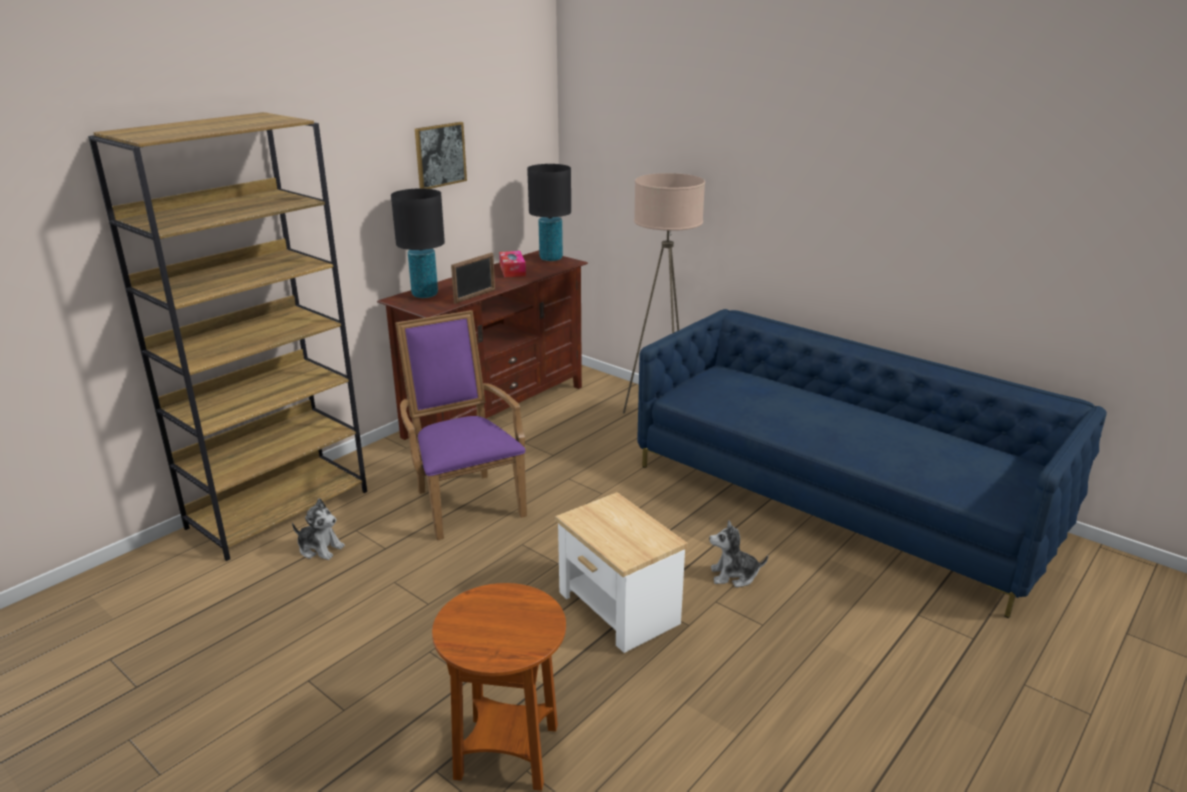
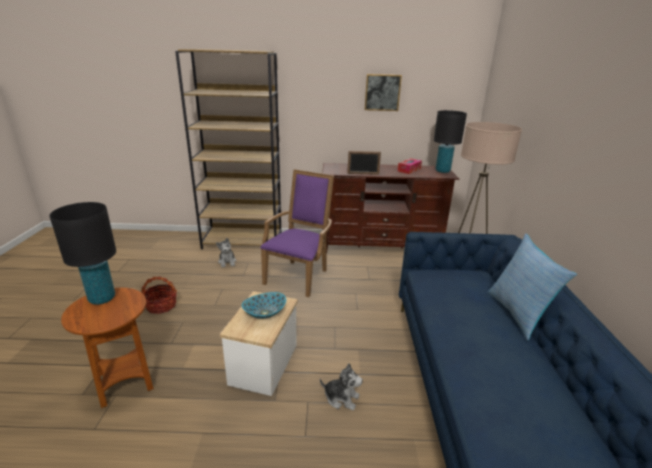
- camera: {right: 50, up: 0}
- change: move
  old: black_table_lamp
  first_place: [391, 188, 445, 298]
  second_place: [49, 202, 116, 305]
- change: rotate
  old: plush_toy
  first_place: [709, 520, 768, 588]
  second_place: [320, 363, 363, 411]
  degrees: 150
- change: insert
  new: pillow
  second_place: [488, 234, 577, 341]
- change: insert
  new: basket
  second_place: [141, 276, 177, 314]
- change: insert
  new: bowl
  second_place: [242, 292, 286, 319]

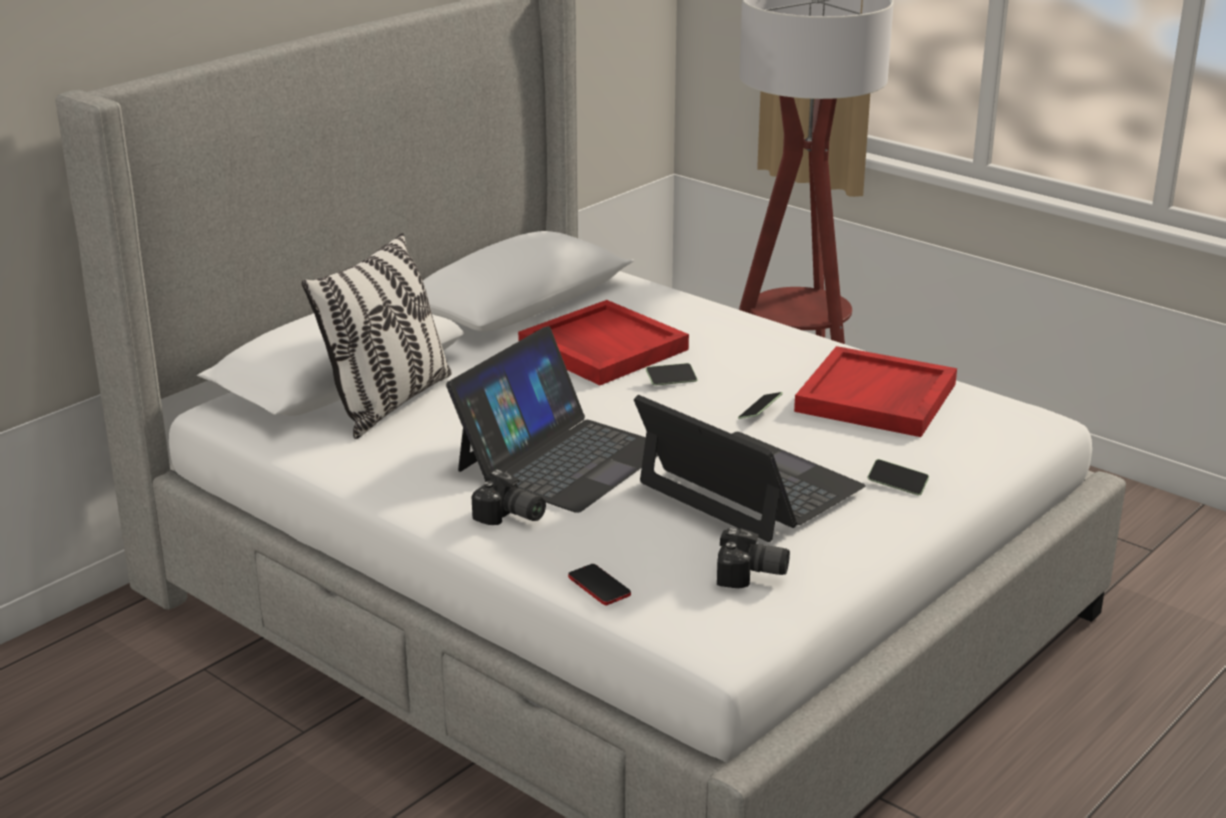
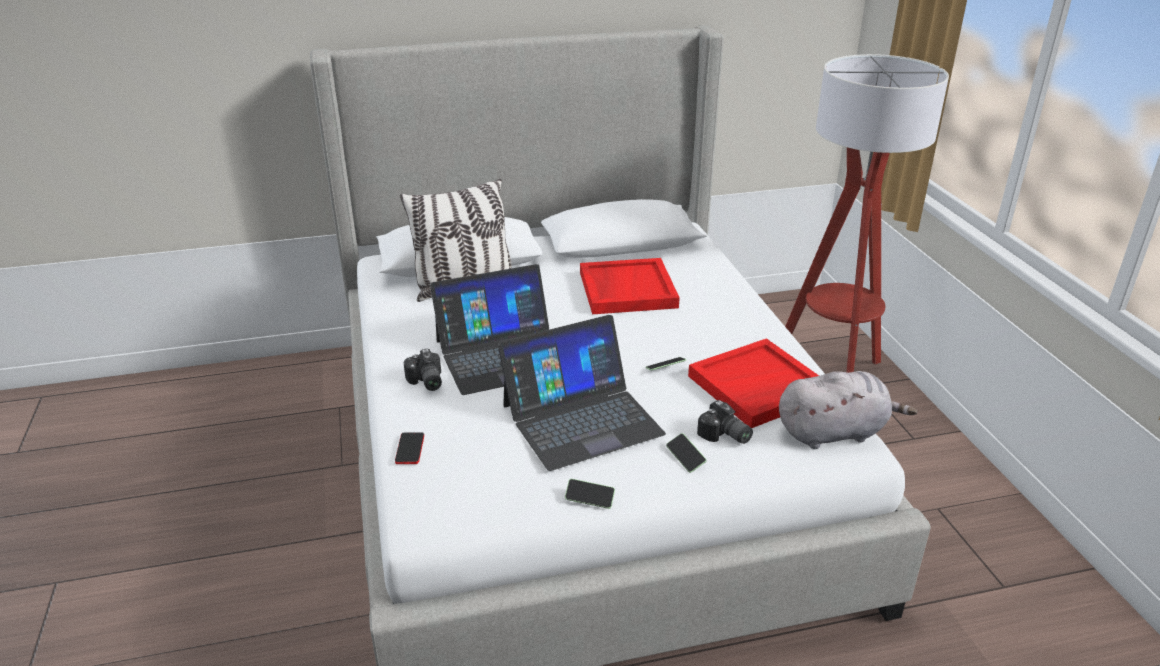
- camera: {right: 35, up: 5}
- change: move
  old: phone
  first_place: [646, 363, 698, 386]
  second_place: [565, 479, 615, 509]
- change: rotate
  old: laptop
  first_place: [634, 395, 866, 542]
  second_place: [498, 315, 666, 471]
  degrees: 75
- change: move
  old: photo_camera
  first_place: [717, 528, 790, 588]
  second_place: [697, 400, 753, 444]
- change: insert
  new: grey_plush_toy
  second_place: [779, 371, 917, 449]

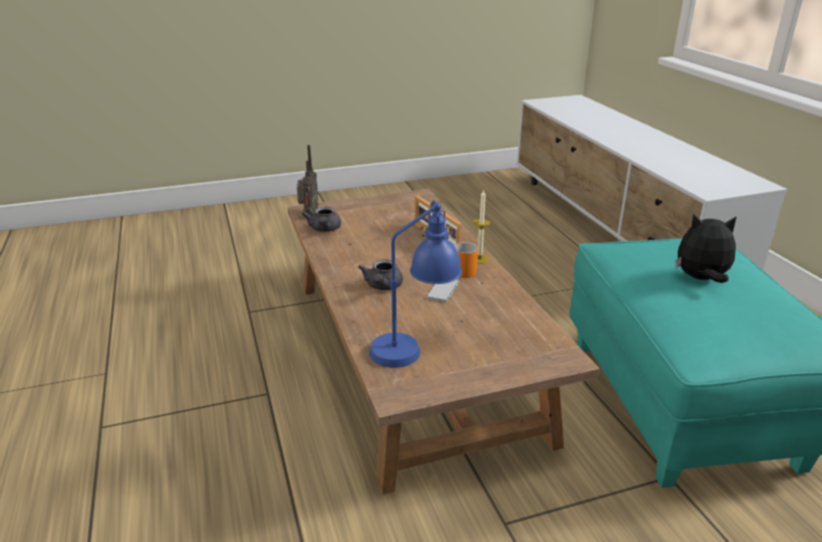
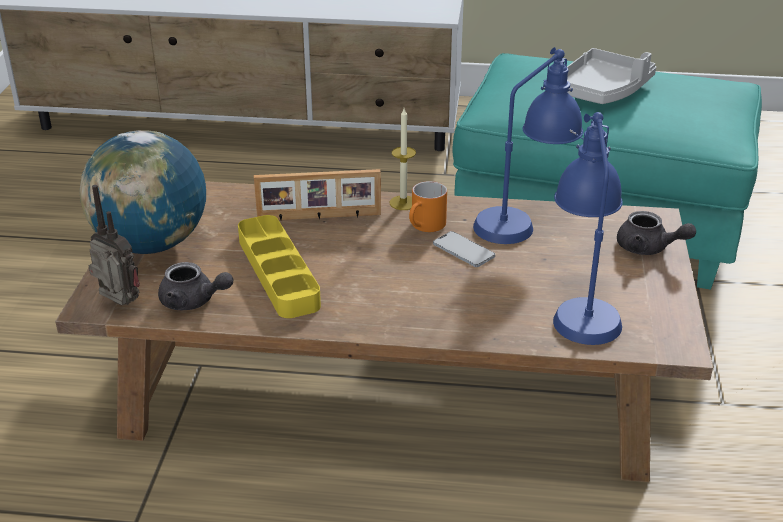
- camera: {right: -65, up: 5}
- change: replace
  old: plush_toy
  new: grey_tray
  first_place: [676, 213, 737, 283]
  second_place: [567, 48, 656, 104]
- change: move
  old: grey_teapot
  first_place: [358, 260, 403, 290]
  second_place: [617, 211, 696, 255]
- change: insert
  new: blue_table_lamp
  second_place: [473, 47, 583, 244]
- change: insert
  new: globe
  second_place: [80, 130, 206, 254]
- change: insert
  new: yellow_tray
  second_place: [238, 215, 321, 318]

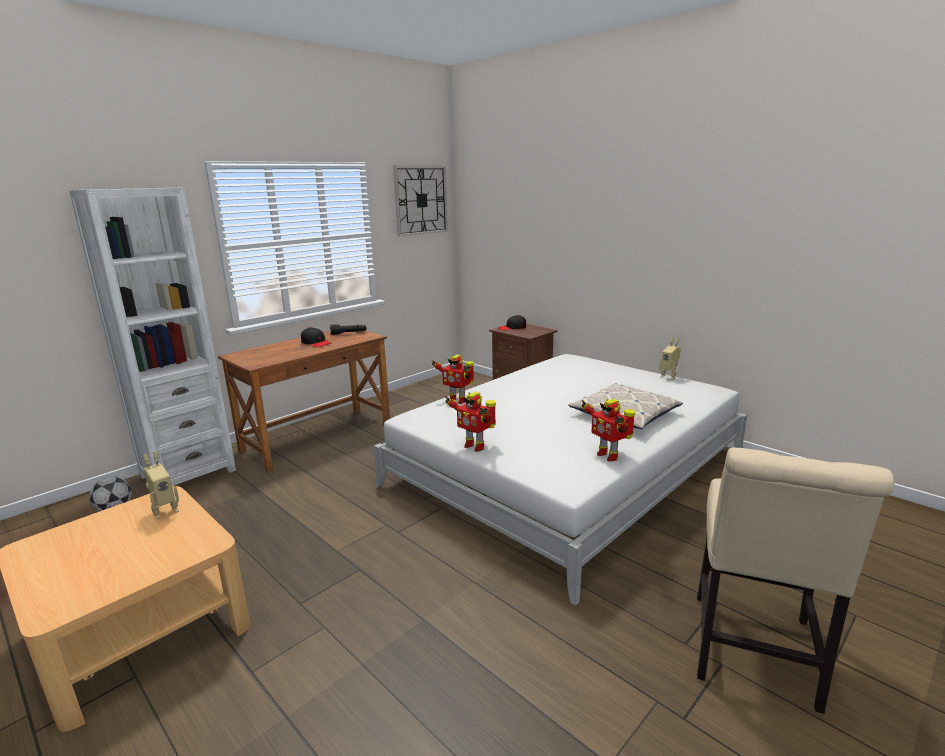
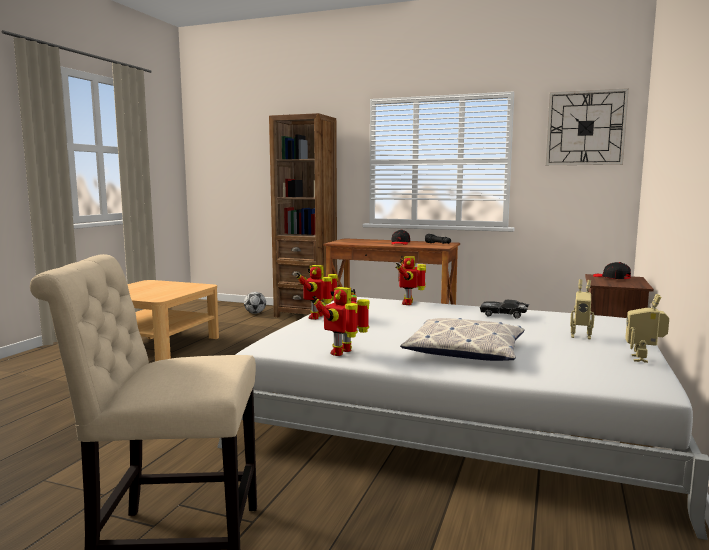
- camera: {right: 65, up: -10}
- change: recolor
  old: white_bookcase
  new: brown_bookcase
  first_place: [69, 187, 236, 485]
  second_place: [269, 113, 337, 317]
- change: move
  old: toy_robot
  first_place: [143, 451, 179, 520]
  second_place: [570, 279, 595, 339]
- change: insert
  new: black_toy_car
  second_place: [480, 300, 529, 319]

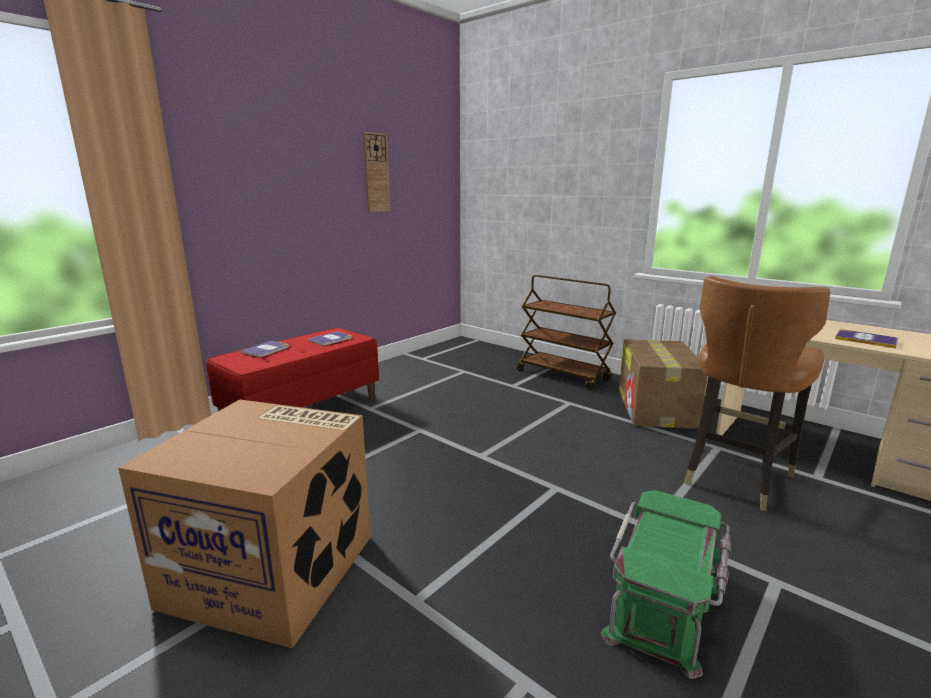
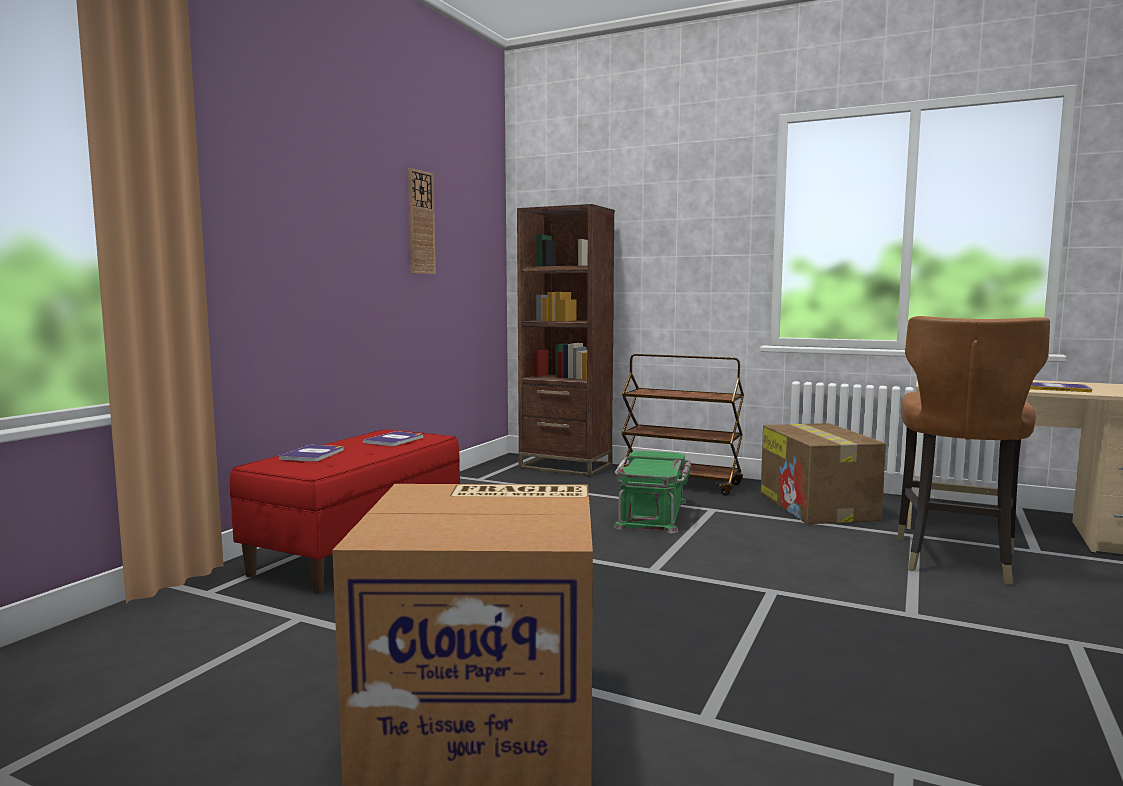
- camera: {right: -15, up: -10}
- change: move
  old: green_storage_box
  first_place: [601, 490, 731, 679]
  second_place: [614, 451, 691, 533]
- change: insert
  new: brown_bookcase
  second_place: [517, 204, 615, 477]

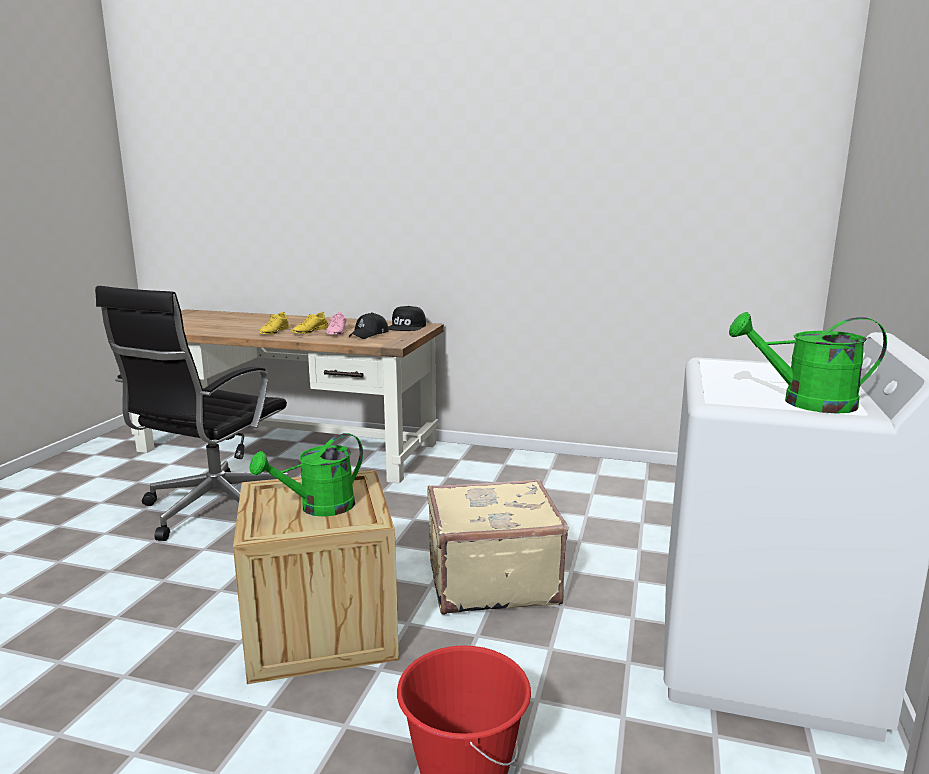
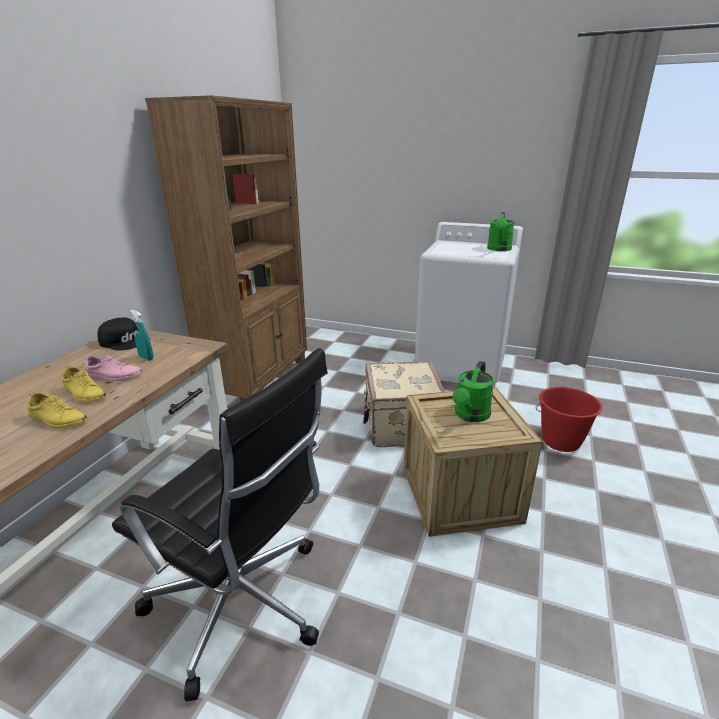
- camera: {right: -85, up: 10}
- change: replace
  old: black_cap
  new: turquoise_spray_bottle
  first_place: [349, 312, 389, 339]
  second_place: [130, 310, 154, 361]
- change: rotate
  old: green_watering_can
  first_place: [250, 433, 363, 517]
  second_place: [453, 361, 494, 422]
  degrees: 60
- change: insert
  new: brown_bookcase
  second_place: [145, 95, 307, 401]

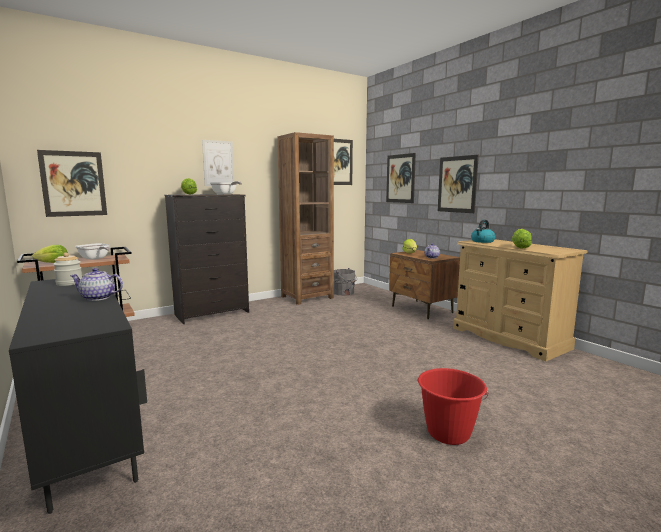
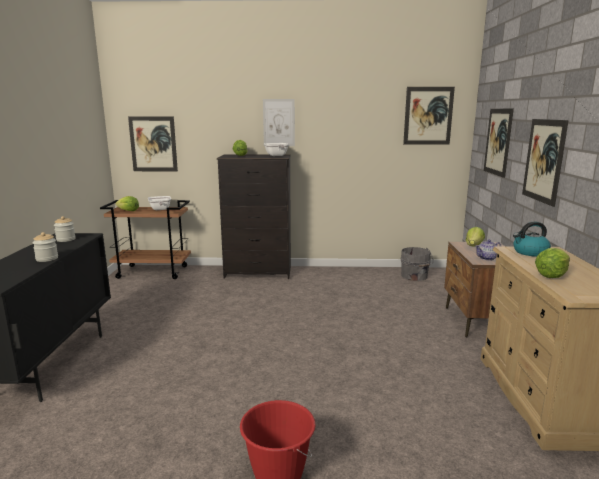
- camera: {right: 35, up: 5}
- change: delete
  old: brown_bookcase
  first_place: [277, 132, 334, 305]
- change: replace
  old: teapot
  new: jar
  first_place: [70, 268, 123, 301]
  second_place: [33, 232, 58, 262]

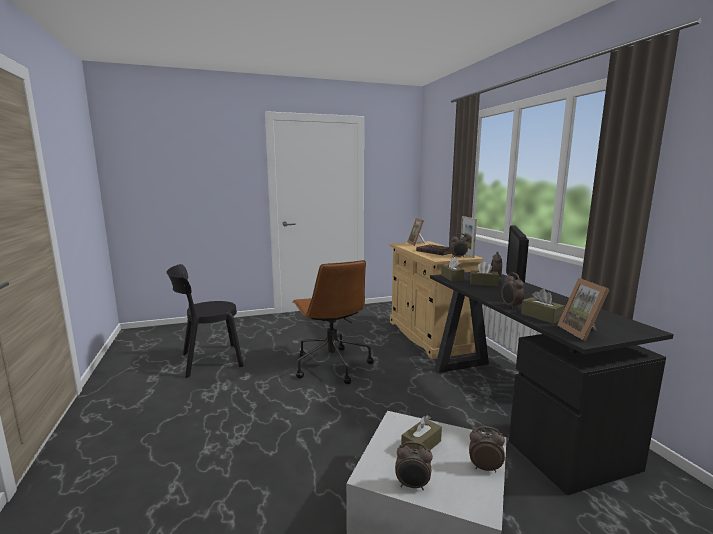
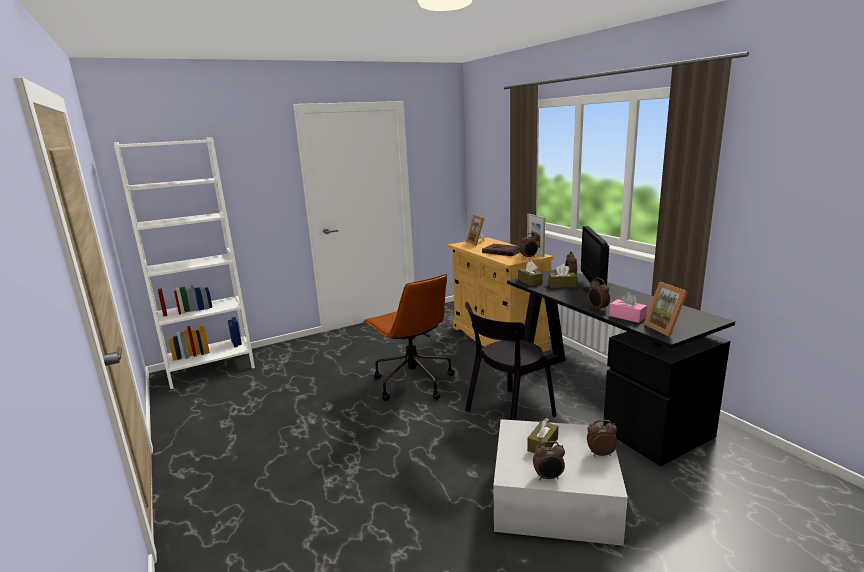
- camera: {right: -10, up: 5}
- change: move
  old: black_chair
  first_place: [166, 264, 244, 378]
  second_place: [465, 302, 557, 420]
- change: recolor
  old: brown_tissue_box
  new: pink_tissue_box
  first_place: [521, 289, 565, 324]
  second_place: [609, 292, 647, 323]
- change: insert
  new: white_bookcase
  second_place: [114, 137, 255, 389]

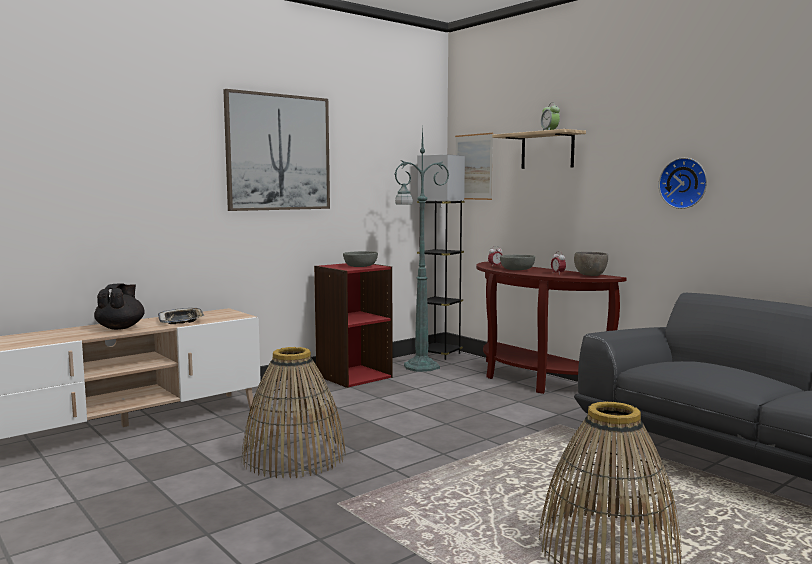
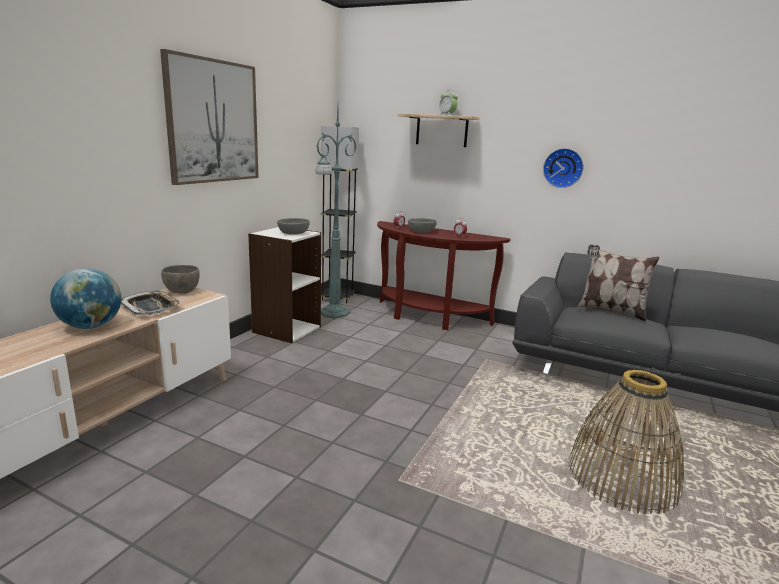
- camera: {right: -25, up: 10}
- change: delete
  old: picture
  first_place: [455, 133, 493, 200]
- change: move
  old: grey_bowl
  first_place: [574, 252, 608, 276]
  second_place: [161, 265, 199, 293]
- change: recolor
  old: red_bookcase
  new: white_bookcase
  first_place: [314, 263, 393, 388]
  second_place: [248, 227, 321, 343]
- change: replace
  old: black_teapot
  new: globe
  first_place: [94, 284, 145, 330]
  second_place: [50, 268, 122, 329]
- change: delete
  old: basket
  first_place: [242, 347, 346, 478]
- change: insert
  new: pillow
  second_place: [577, 245, 659, 322]

